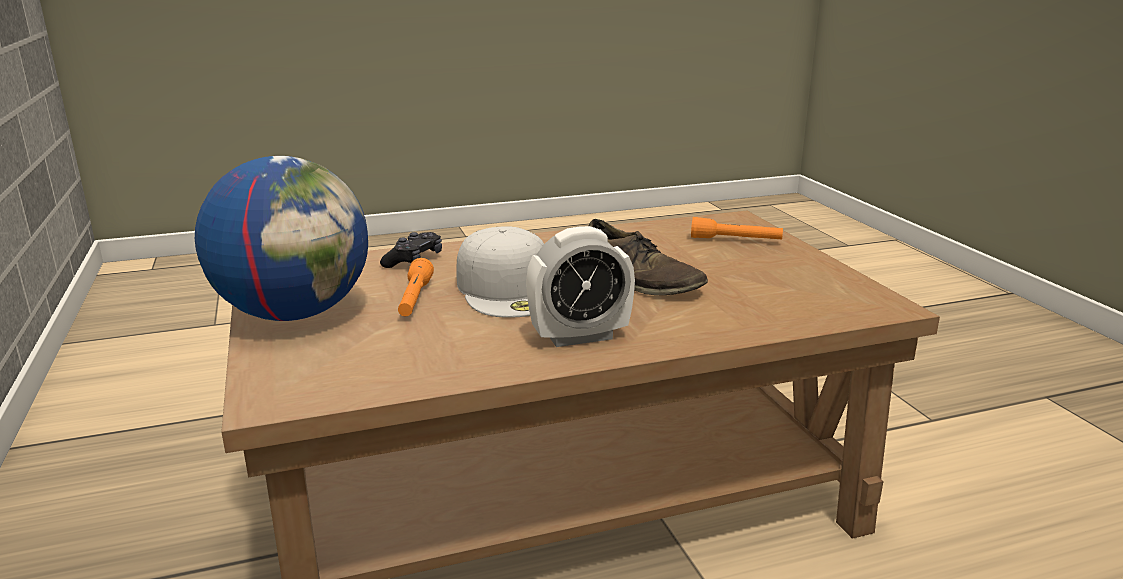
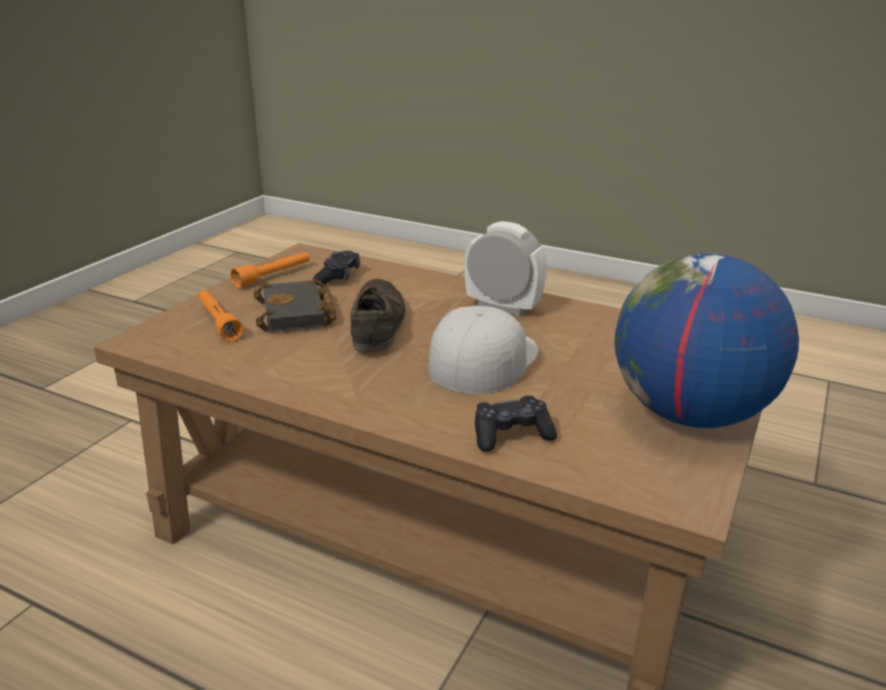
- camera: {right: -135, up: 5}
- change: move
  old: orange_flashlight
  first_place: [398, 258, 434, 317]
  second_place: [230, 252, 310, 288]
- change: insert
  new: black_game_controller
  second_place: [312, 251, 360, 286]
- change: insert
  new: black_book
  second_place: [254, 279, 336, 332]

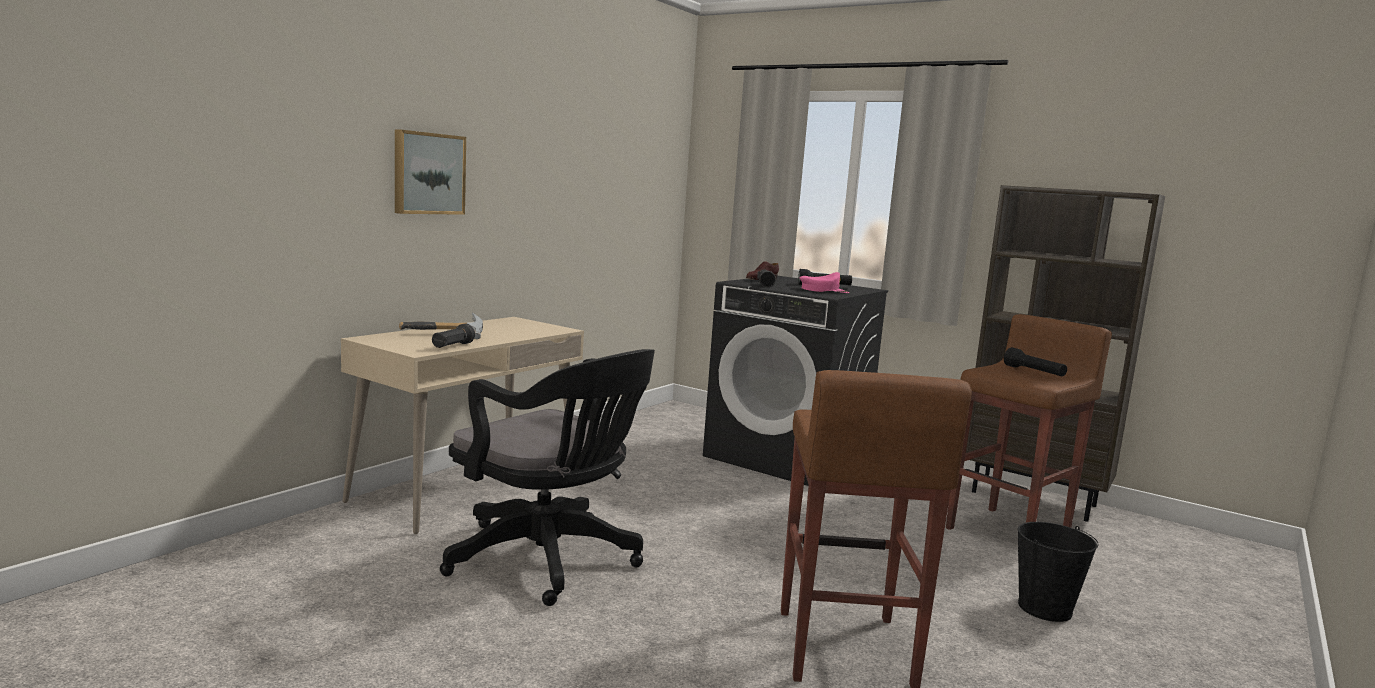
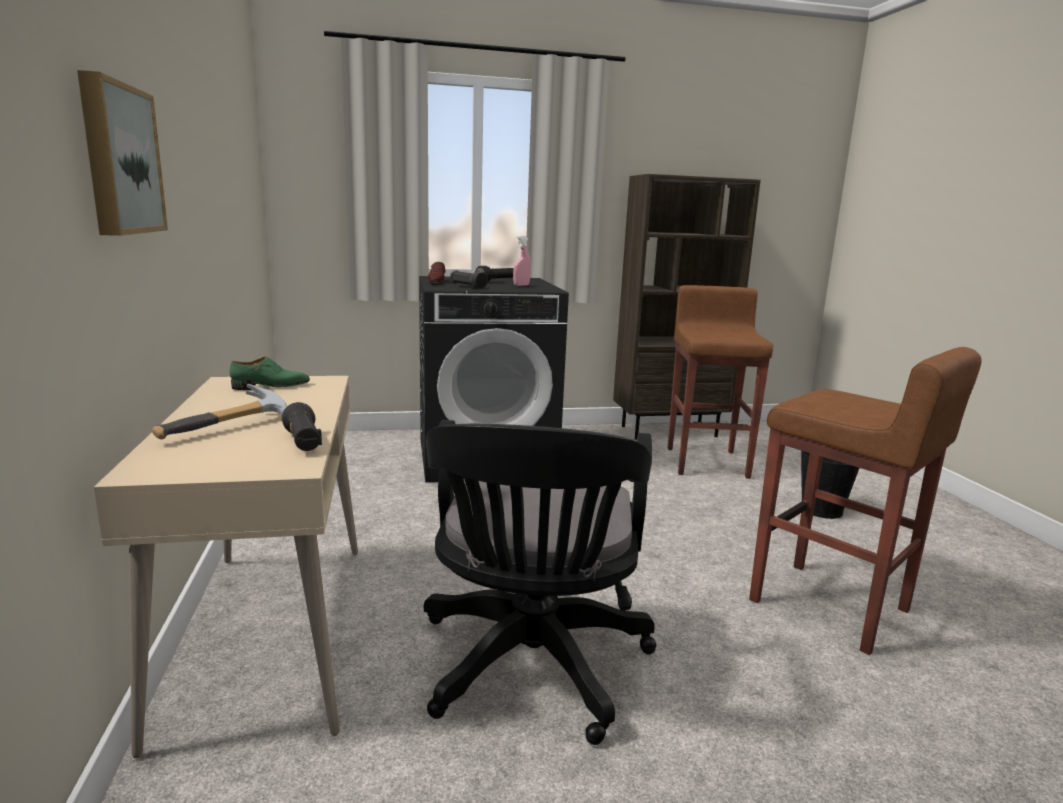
- camera: {right: -45, up: 5}
- change: replace
  old: pink_cap
  new: pink_spray_bottle
  first_place: [800, 272, 849, 293]
  second_place: [513, 236, 531, 286]
- change: delete
  old: black_flashlight
  first_place: [1004, 347, 1067, 376]
- change: rotate
  old: black_office_chair
  first_place: [440, 349, 655, 606]
  second_place: [424, 420, 656, 745]
  degrees: 105
- change: insert
  new: green_shoe
  second_place: [229, 356, 310, 390]

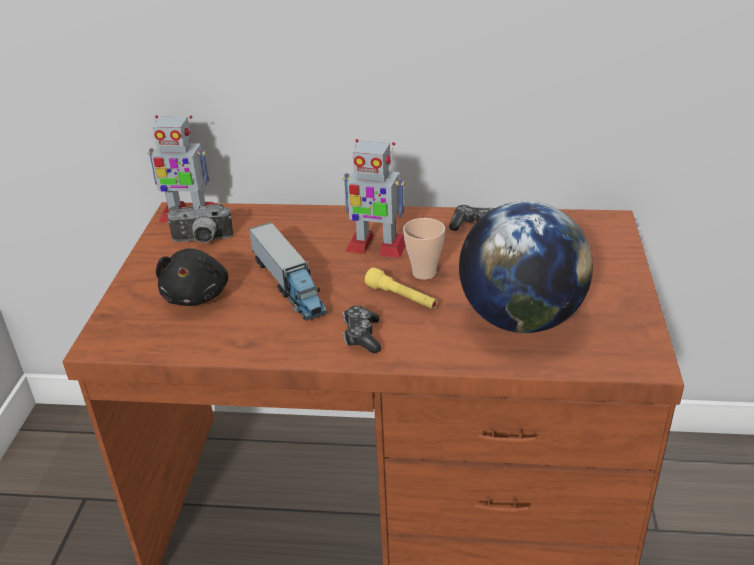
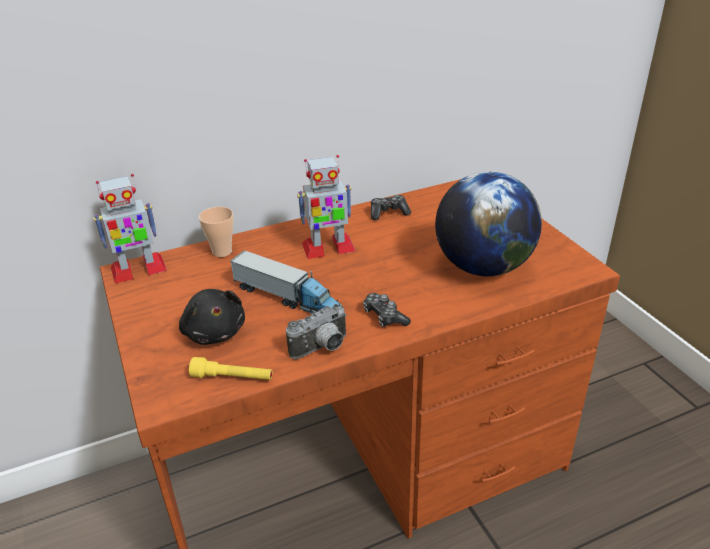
- camera: {right: -30, up: 0}
- change: move
  old: photo_camera
  first_place: [167, 204, 233, 243]
  second_place: [286, 304, 347, 359]
- change: move
  old: cup
  first_place: [403, 218, 445, 280]
  second_place: [199, 207, 234, 257]
- change: move
  old: yellow_flashlight
  first_place: [365, 267, 437, 309]
  second_place: [189, 357, 273, 380]

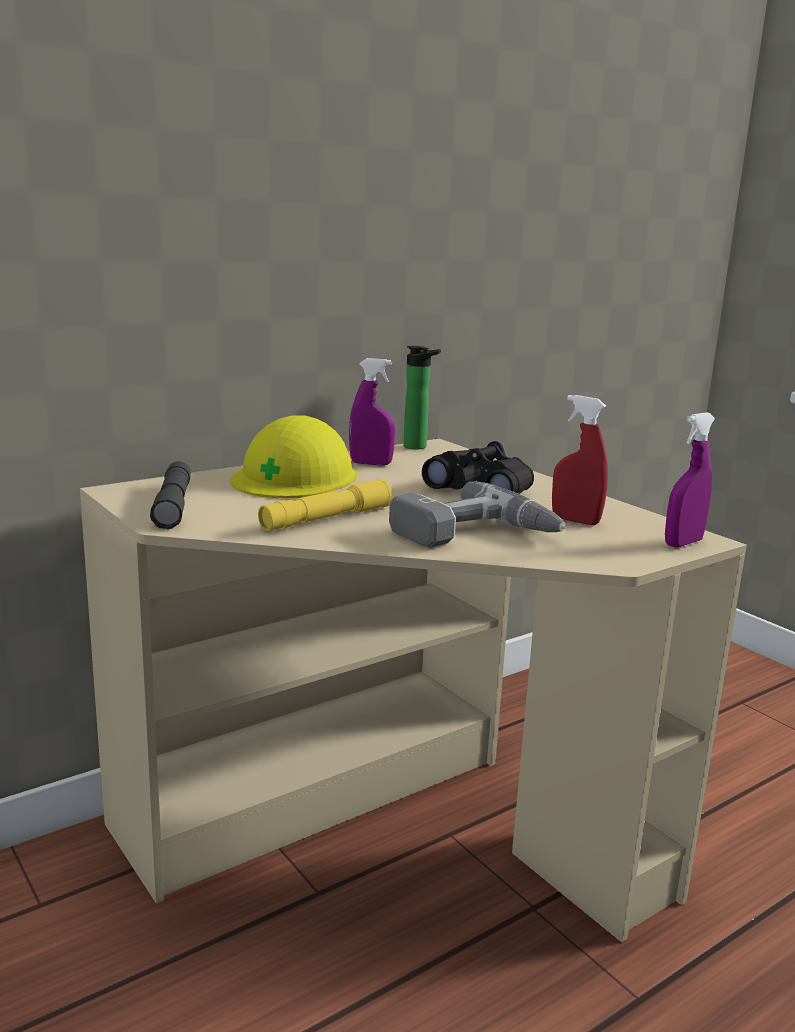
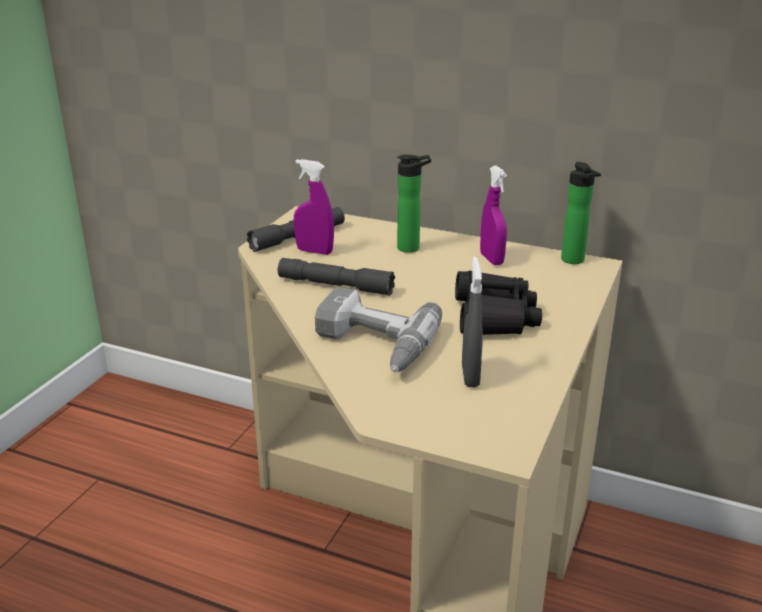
- camera: {right: 60, up: 10}
- change: recolor
  old: red_spray_bottle
  new: grey_spray_bottle
  first_place: [552, 395, 608, 525]
  second_place: [462, 257, 483, 387]
- change: move
  old: purple_spray_bottle
  first_place: [665, 412, 715, 547]
  second_place: [294, 159, 334, 255]
- change: replace
  old: yellow_hard_hat
  new: bottle
  first_place: [230, 416, 357, 498]
  second_place: [397, 155, 431, 253]
- change: recolor
  old: yellow_flashlight
  new: grey_flashlight
  first_place: [258, 479, 393, 531]
  second_place: [278, 258, 395, 296]

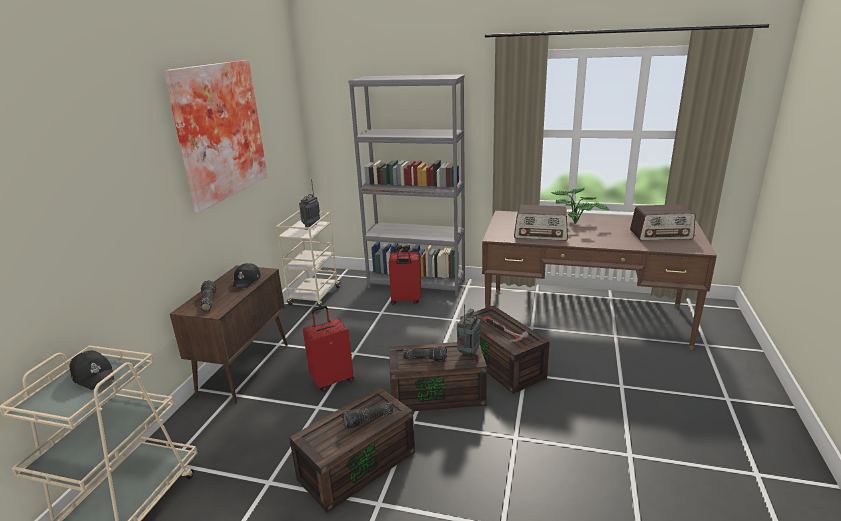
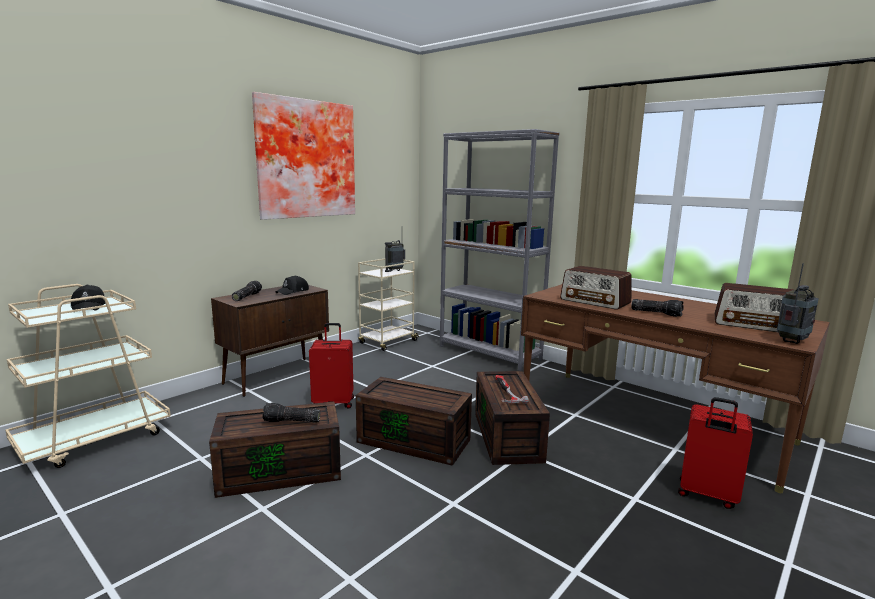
- camera: {right: 25, up: -10}
- change: delete
  old: potted_plant
  first_place: [552, 187, 609, 224]
- change: move
  old: red_suitcase
  first_place: [389, 247, 421, 305]
  second_place: [678, 397, 753, 509]
- change: move
  old: radio
  first_place: [457, 304, 480, 357]
  second_place: [777, 263, 819, 344]
- change: move
  old: flashlight
  first_place: [403, 346, 447, 362]
  second_place: [631, 299, 684, 317]

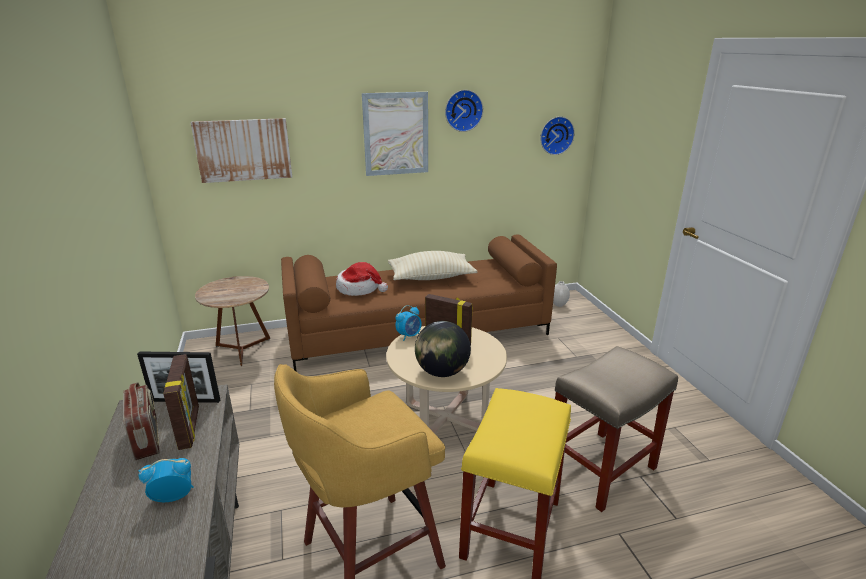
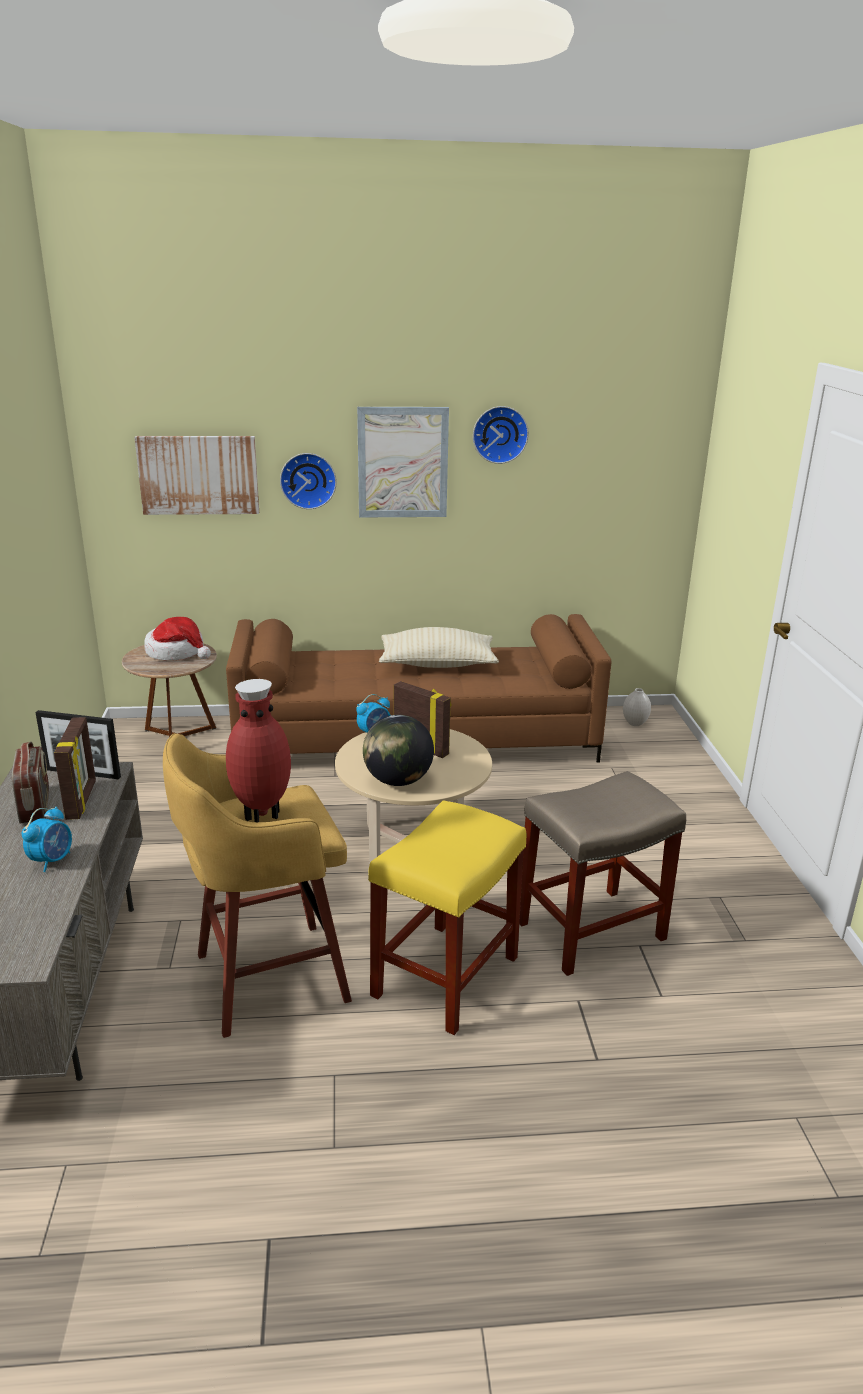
- camera: {right: 10, up: 0}
- change: move
  old: wall_clock
  first_place: [540, 116, 575, 155]
  second_place: [280, 453, 337, 509]
- change: move
  old: hat
  first_place: [336, 262, 388, 296]
  second_place: [144, 617, 211, 660]
- change: rotate
  old: alarm_clock
  first_place: [139, 458, 194, 502]
  second_place: [22, 807, 72, 872]
  degrees: 120
- change: insert
  new: red_vase
  second_place: [226, 679, 291, 822]

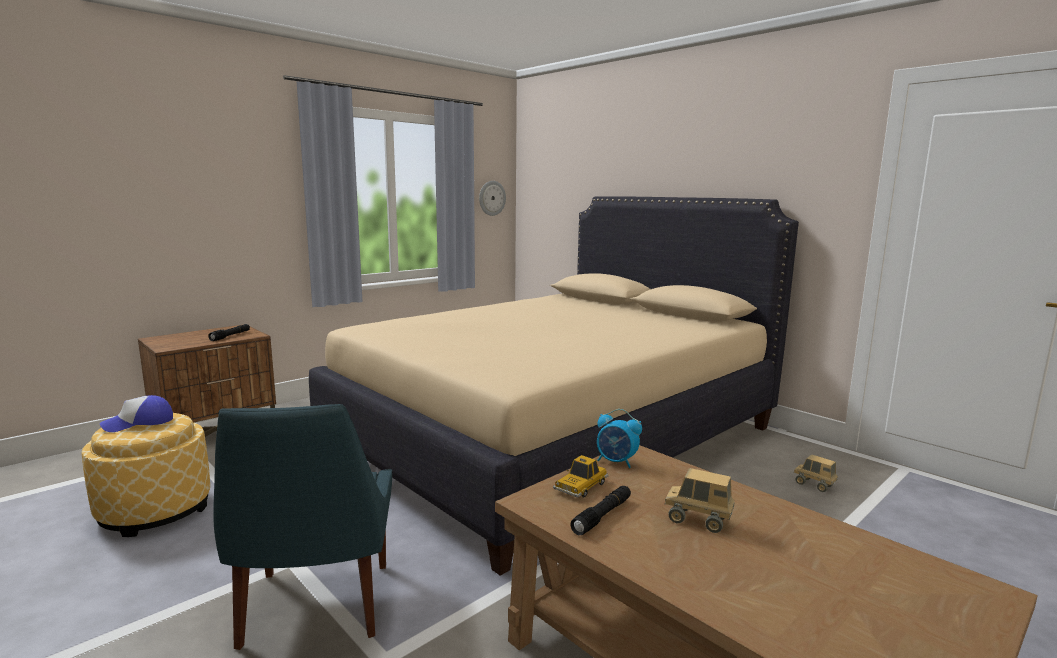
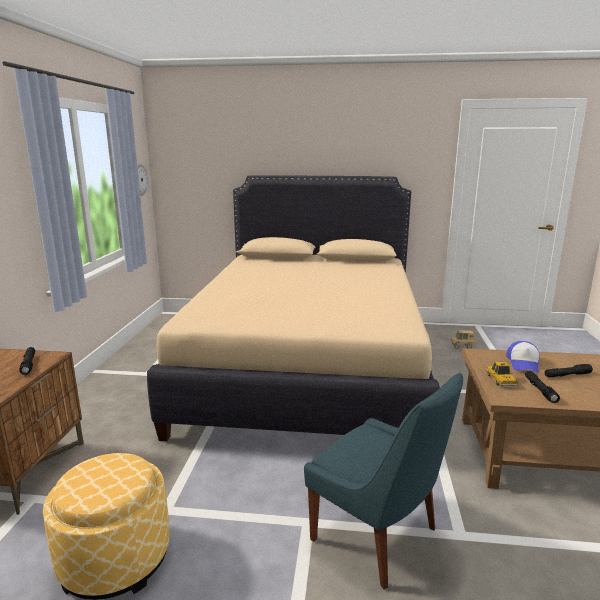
- camera: {right: -40, up: 5}
- change: move
  old: cap
  first_place: [100, 395, 173, 432]
  second_place: [506, 341, 540, 373]
- change: delete
  old: alarm_clock
  first_place: [597, 409, 642, 468]
- change: replace
  old: toy_truck
  new: black_flashlight
  first_place: [665, 468, 735, 533]
  second_place: [545, 364, 593, 377]

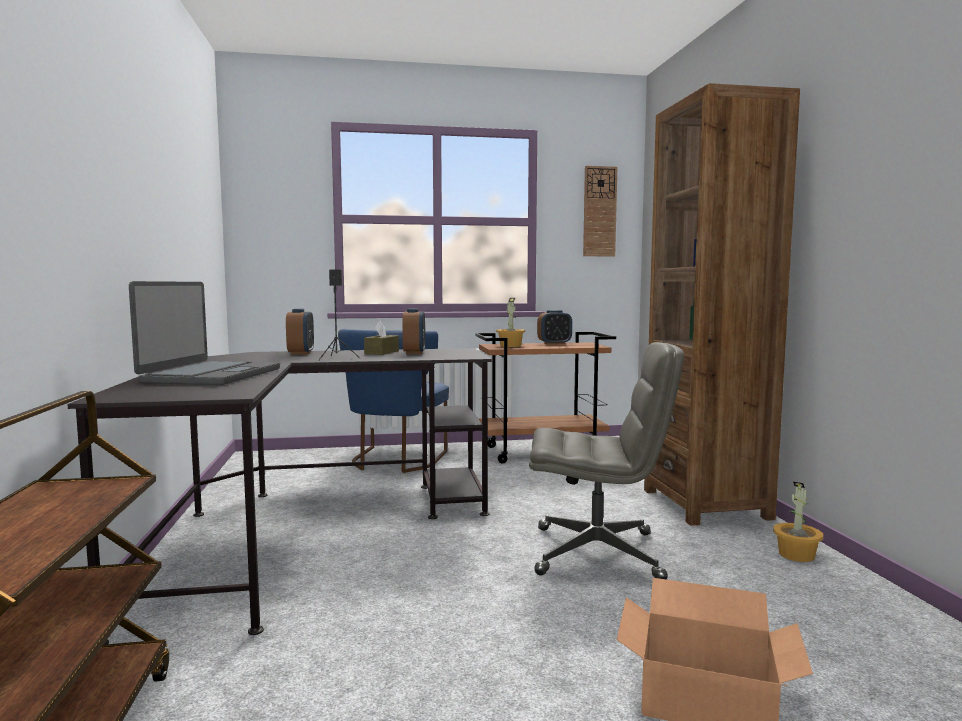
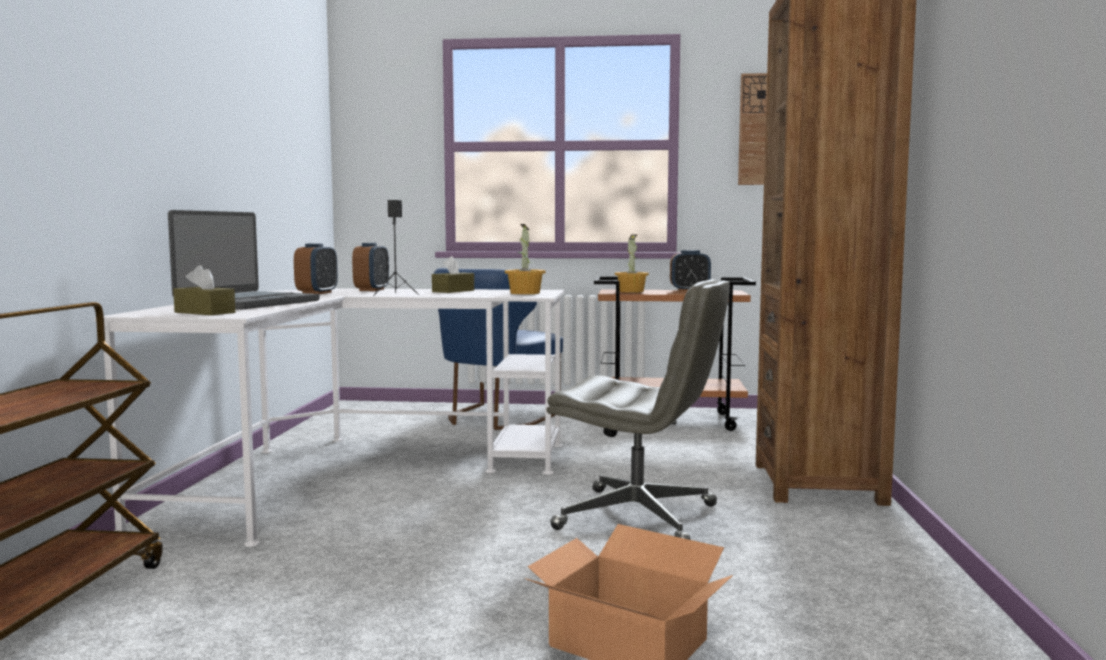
- camera: {right: 15, up: 0}
- change: move
  old: alarm_clock
  first_place: [402, 308, 425, 354]
  second_place: [294, 243, 338, 294]
- change: recolor
  old: black_desk
  new: white_desk
  first_place: [67, 348, 492, 645]
  second_place: [95, 288, 564, 547]
- change: move
  old: potted_plant
  first_place: [773, 482, 823, 562]
  second_place: [505, 224, 545, 294]
- change: insert
  new: brown_tissue_box
  second_place: [173, 265, 235, 315]

